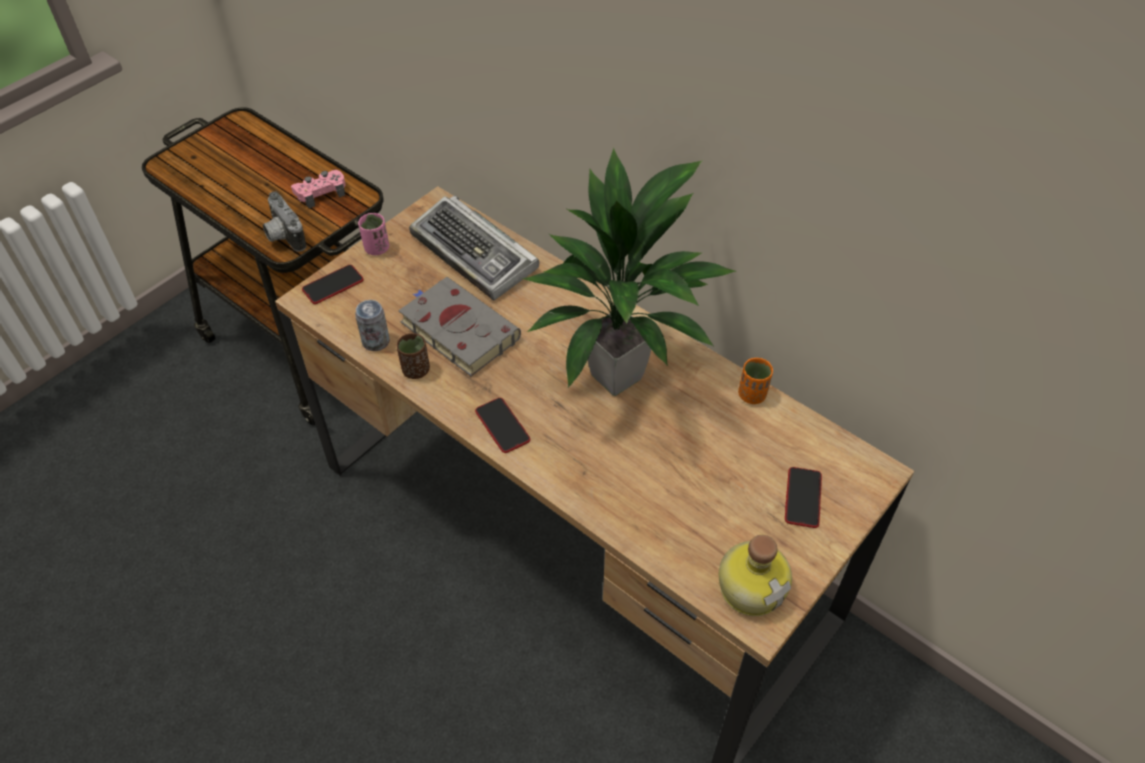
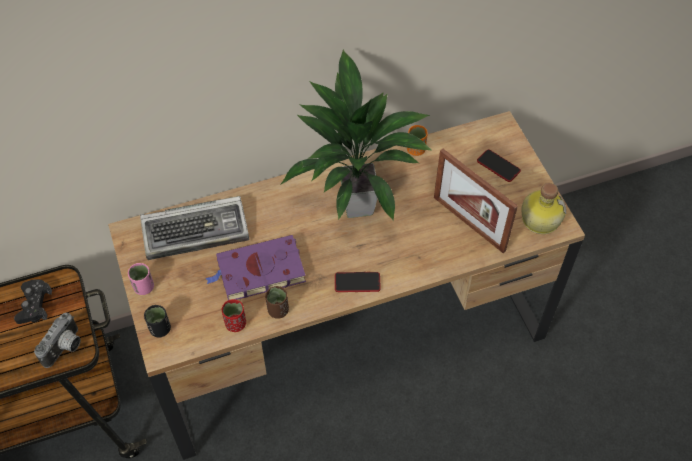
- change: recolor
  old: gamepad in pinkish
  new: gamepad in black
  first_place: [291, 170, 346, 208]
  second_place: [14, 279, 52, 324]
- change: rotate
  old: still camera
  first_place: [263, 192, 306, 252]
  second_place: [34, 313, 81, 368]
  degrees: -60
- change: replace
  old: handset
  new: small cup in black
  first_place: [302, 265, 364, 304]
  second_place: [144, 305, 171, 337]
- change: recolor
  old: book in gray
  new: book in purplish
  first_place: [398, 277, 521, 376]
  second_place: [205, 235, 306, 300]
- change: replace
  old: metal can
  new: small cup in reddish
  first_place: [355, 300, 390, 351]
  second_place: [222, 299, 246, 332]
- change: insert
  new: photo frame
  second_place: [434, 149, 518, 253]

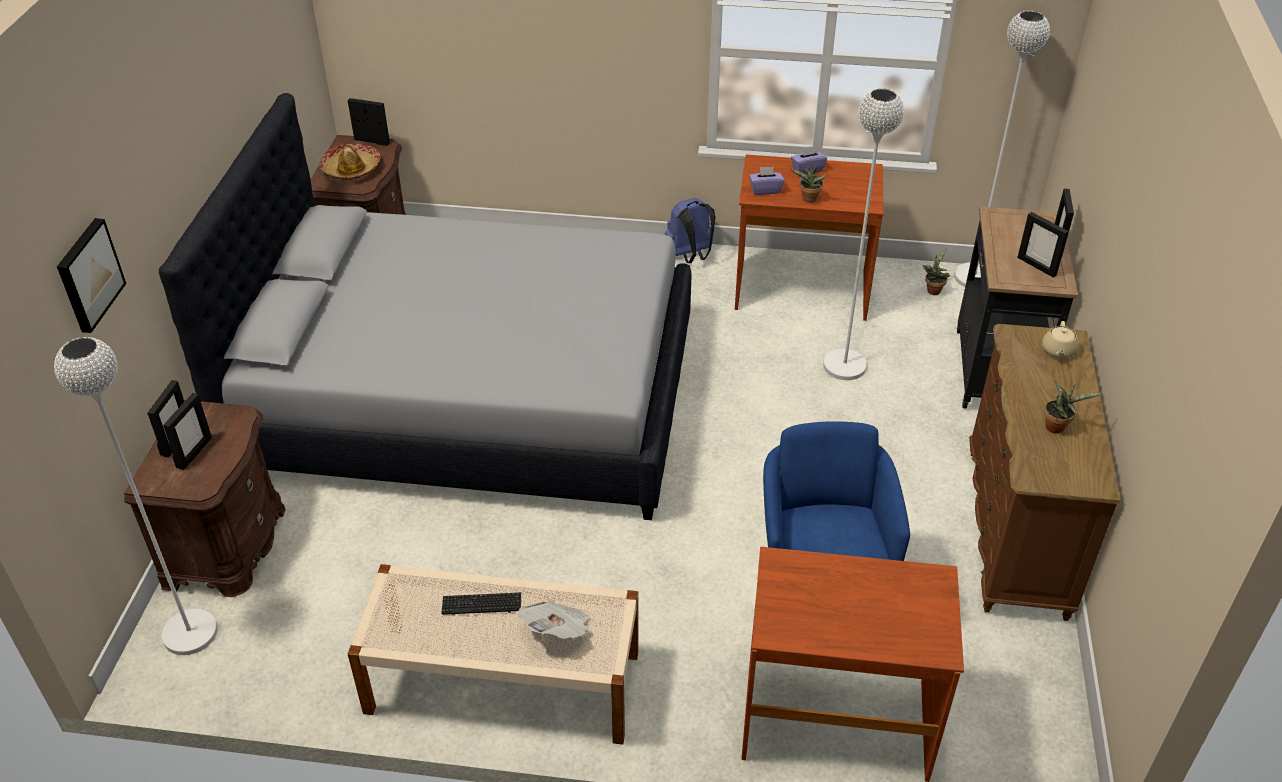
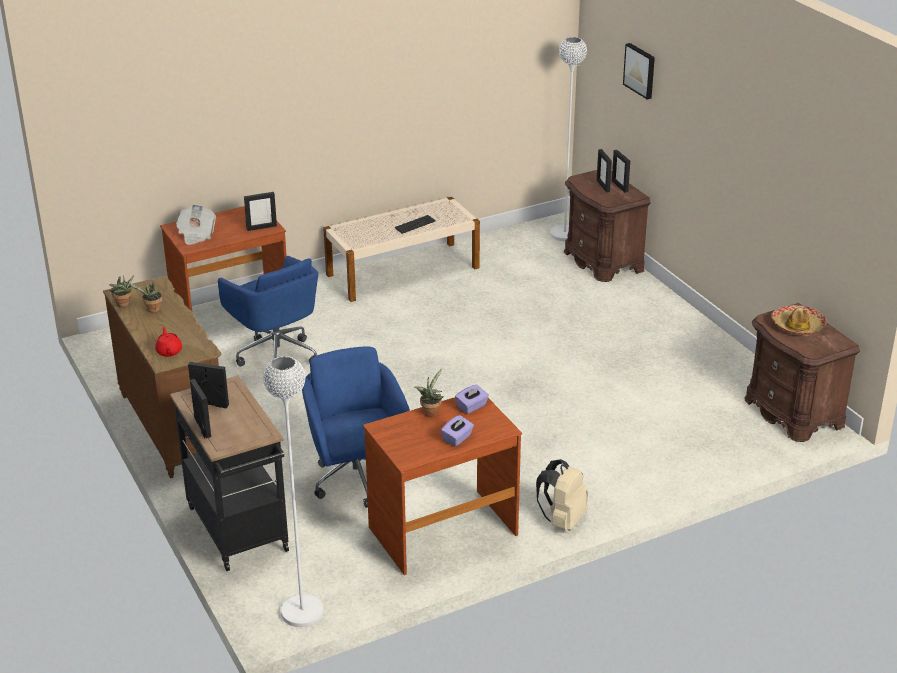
- change: replace
  old: floor lamp in whitish
  new: computer chair in blue-coloured
  first_place: [823, 88, 904, 380]
  second_place: [302, 346, 410, 508]
- change: delete
  old: bed in gray
  first_place: [159, 93, 692, 520]
- change: move
  old: photo frame
  first_place: [348, 98, 390, 146]
  second_place: [244, 192, 277, 231]
- change: recolor
  old: backpack in blue-coloured
  new: backpack in beige
  first_place: [664, 198, 715, 263]
  second_place: [536, 459, 588, 531]
- change: move
  old: potted plant
  first_place: [923, 247, 950, 295]
  second_place: [109, 275, 134, 308]
- change: recolor
  old: pot for tea in beige
  new: pot for tea in reddish
  first_place: [1042, 321, 1079, 358]
  second_place: [155, 327, 182, 357]
- change: move
  old: printed paper
  first_place: [518, 600, 590, 639]
  second_place: [176, 204, 216, 245]

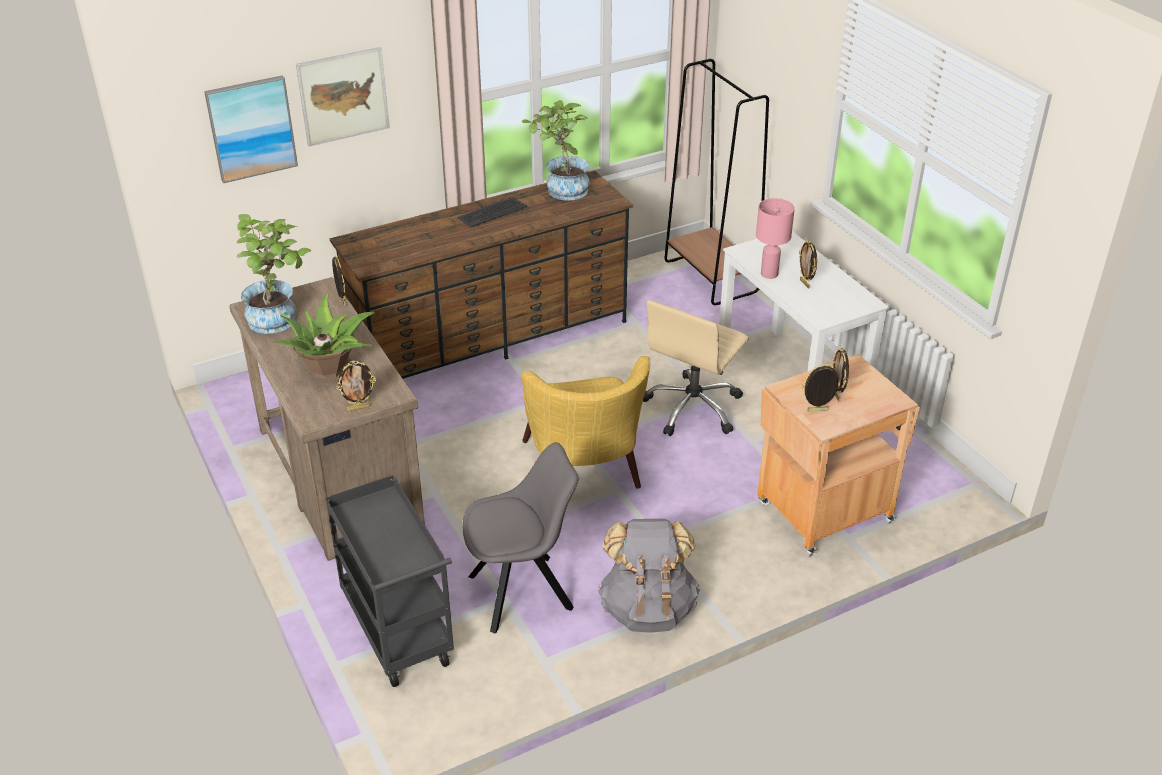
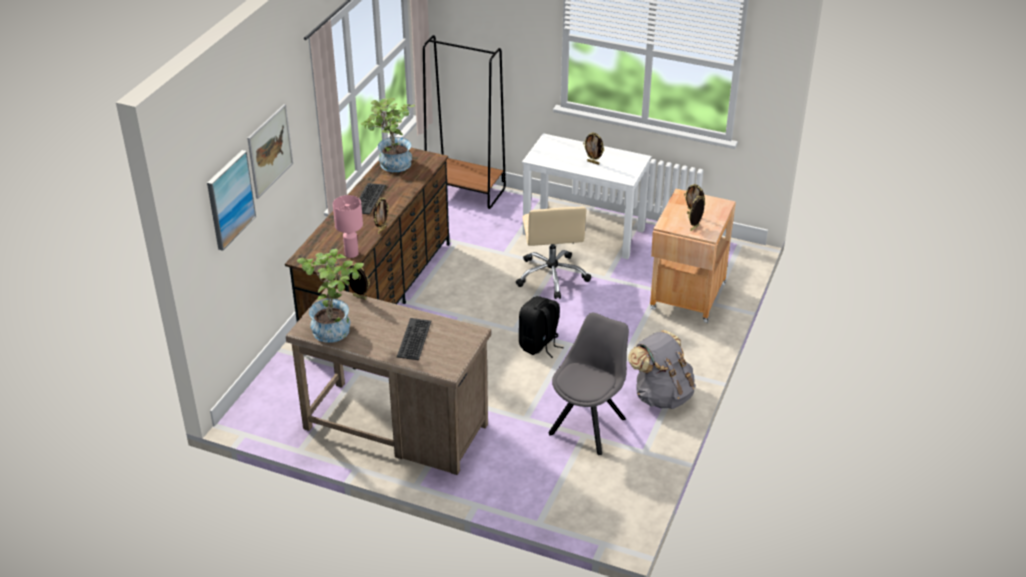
- change: move
  old: lamp for a table in pinkish
  first_place: [756, 198, 795, 279]
  second_place: [333, 195, 363, 258]
- change: replace
  old: potted plant
  new: keyboard
  first_place: [273, 294, 375, 379]
  second_place: [397, 318, 431, 360]
- change: replace
  old: lounge chair in yellowish
  new: backpack in black
  first_place: [521, 356, 650, 488]
  second_place: [519, 296, 564, 358]
- change: move
  old: photo frame
  first_place: [336, 361, 376, 411]
  second_place: [374, 198, 389, 234]
- change: delete
  old: cart in gray
  first_place: [326, 475, 454, 687]

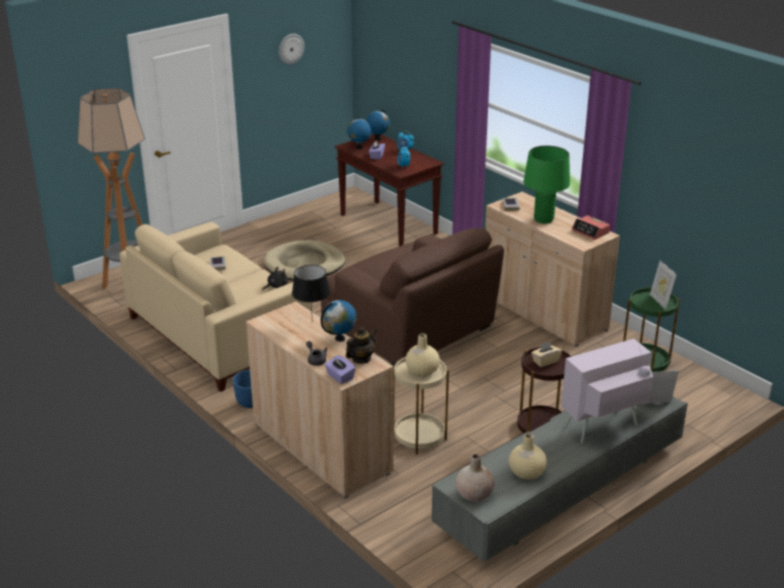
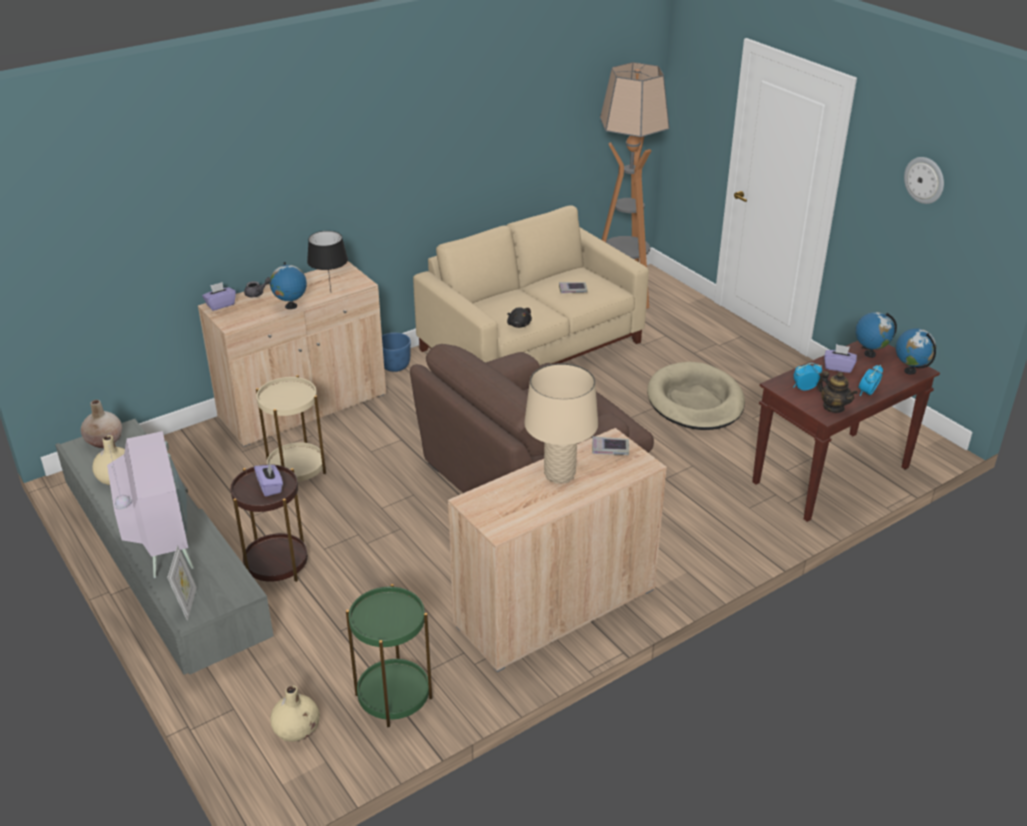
- change: recolor
  old: lamp for a table in greenish
  new: lamp for a table in beige
  first_place: [524, 146, 570, 224]
  second_place: [524, 363, 598, 484]
- change: delete
  old: alarm clock
  first_place: [572, 215, 610, 240]
- change: delete
  old: photo frame
  first_place: [650, 261, 677, 309]
- change: move
  old: pot for tea
  first_place: [346, 327, 377, 364]
  second_place: [817, 371, 858, 413]
- change: move
  old: flower vase in beige
  first_place: [405, 333, 440, 377]
  second_place: [270, 685, 320, 742]
- change: recolor
  old: box of tissues in beige
  new: box of tissues in purplish
  first_place: [531, 342, 562, 367]
  second_place: [254, 461, 283, 497]

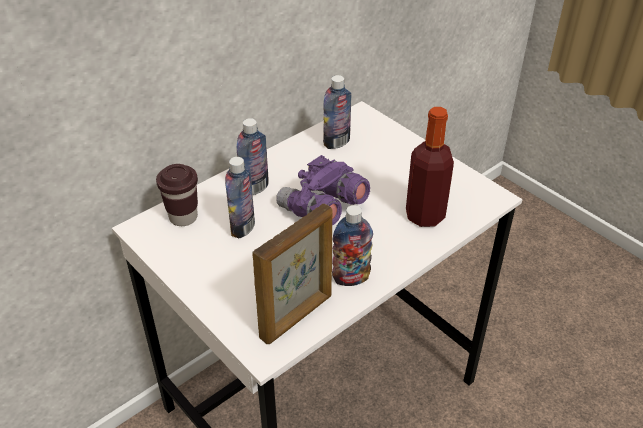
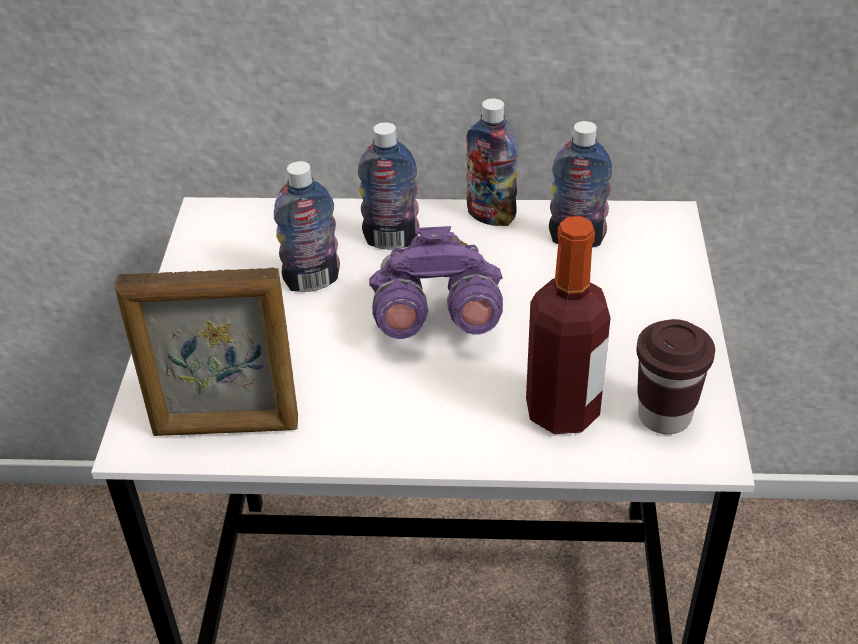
- change: move
  old: small cup in brownish
  first_place: [156, 164, 198, 226]
  second_place: [636, 319, 715, 434]
- change: move
  old: bottle
  first_place: [332, 205, 373, 286]
  second_place: [466, 98, 518, 226]

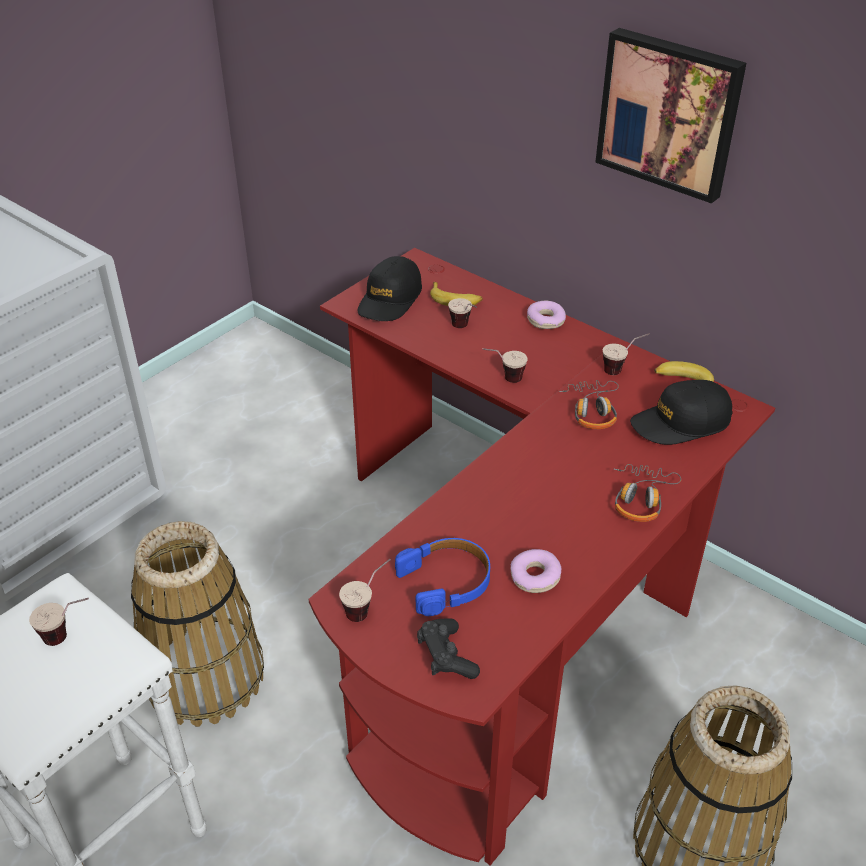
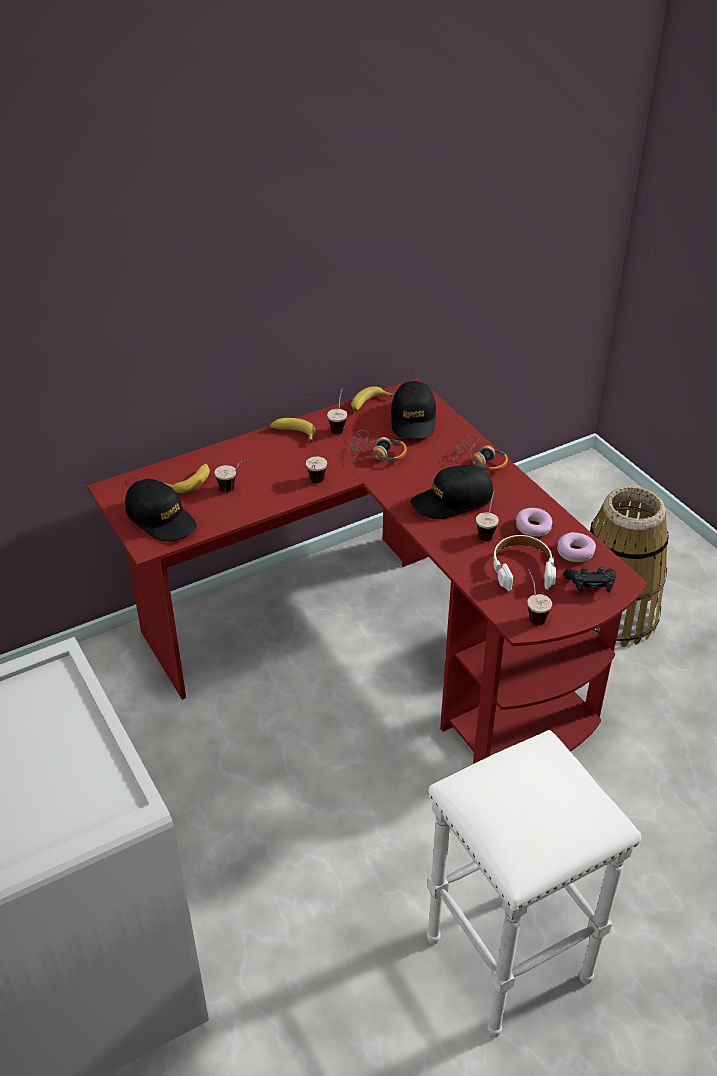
- change: delete
  old: wall picture
  first_place: [595, 28, 746, 204]
- change: move
  old: ring doughnut
  first_place: [527, 300, 566, 329]
  second_place: [557, 532, 596, 562]
- change: delete
  old: basket
  first_place: [131, 521, 264, 727]
- change: recolor
  old: headset in blue-coloured
  new: headset in whitish
  first_place: [395, 538, 490, 616]
  second_place: [493, 535, 556, 591]
- change: move
  old: small cup
  first_place: [29, 598, 89, 646]
  second_place: [476, 489, 499, 541]
- change: insert
  new: banana
  second_place: [270, 418, 316, 443]
- change: insert
  new: cap in black
  second_place: [411, 465, 494, 519]

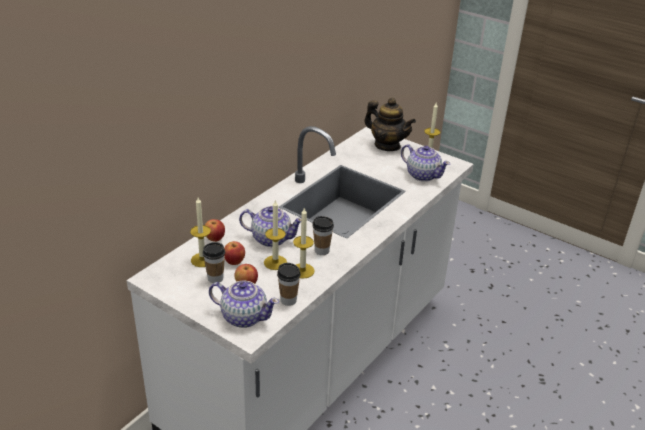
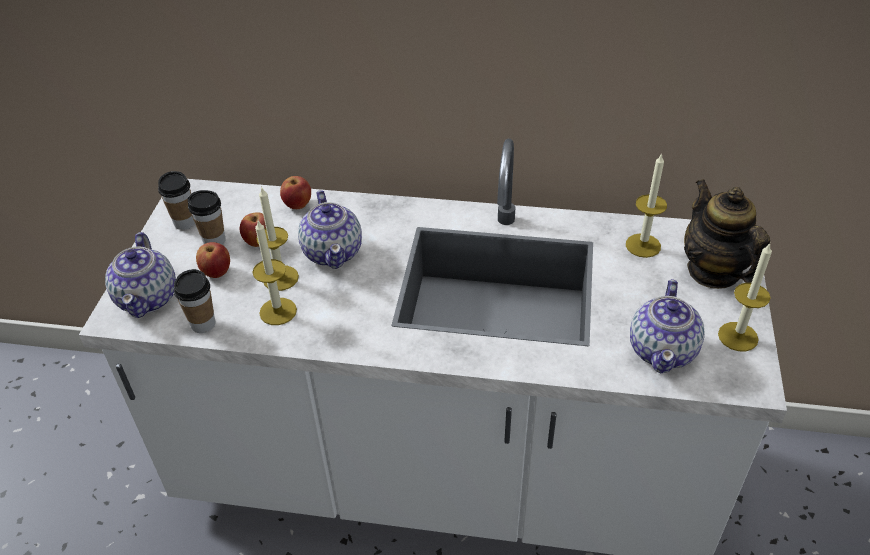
- change: rotate
  old: pot for tea
  first_place: [364, 98, 416, 151]
  second_place: [684, 179, 770, 289]
  degrees: 150
- change: move
  old: wax light
  first_place: [190, 197, 211, 267]
  second_place: [626, 153, 667, 258]
- change: move
  old: small cup
  first_place: [313, 216, 334, 255]
  second_place: [158, 171, 195, 230]

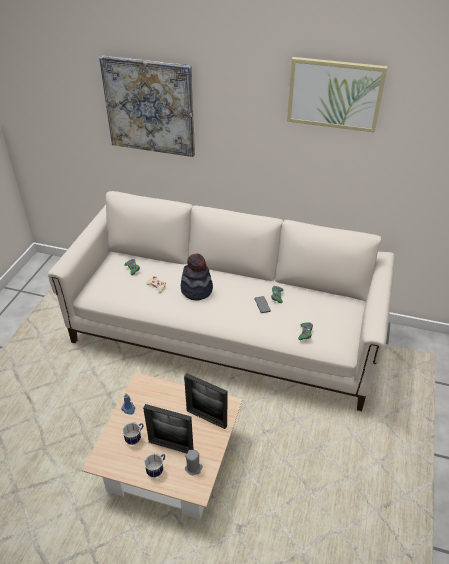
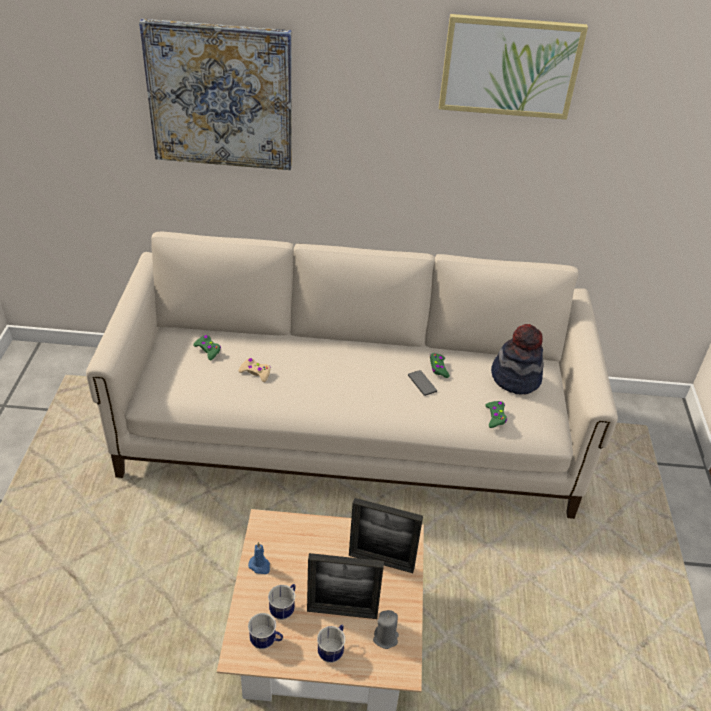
- change: move
  old: hat
  first_place: [181, 253, 213, 301]
  second_place: [491, 324, 544, 394]
- change: insert
  new: tea mug
  second_place: [248, 613, 283, 649]

